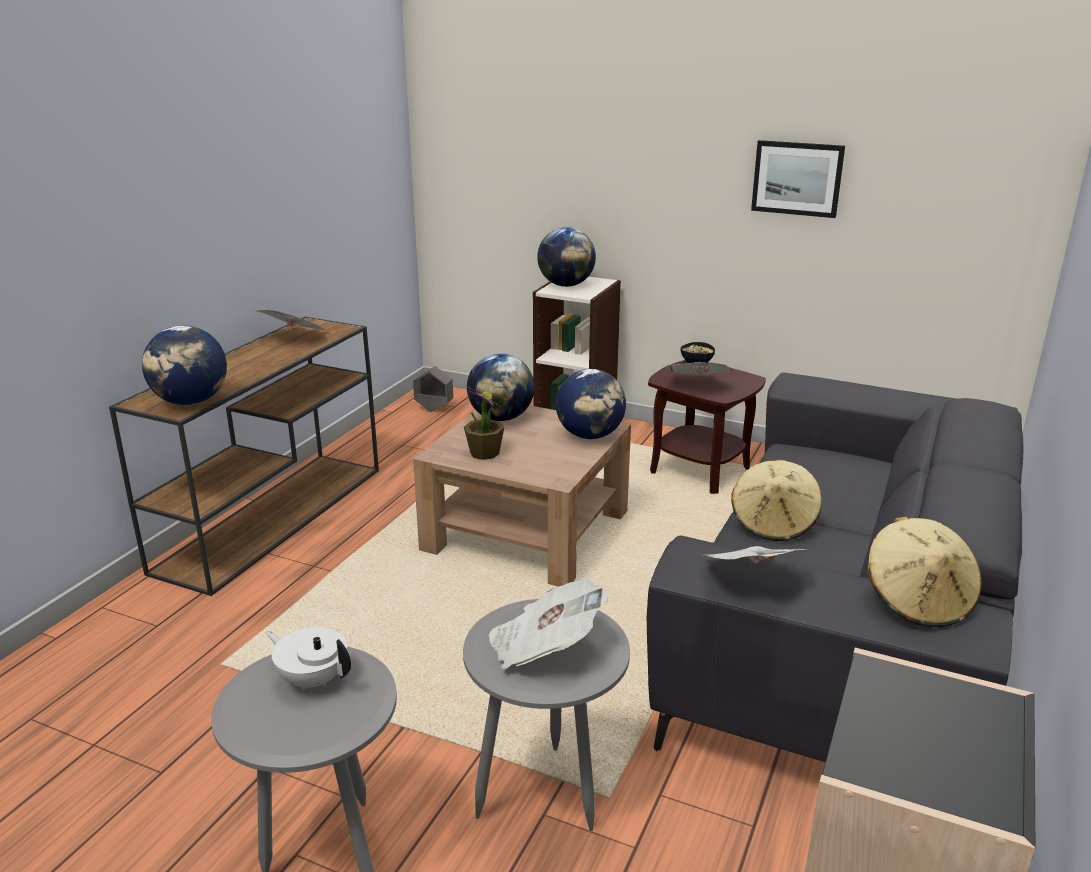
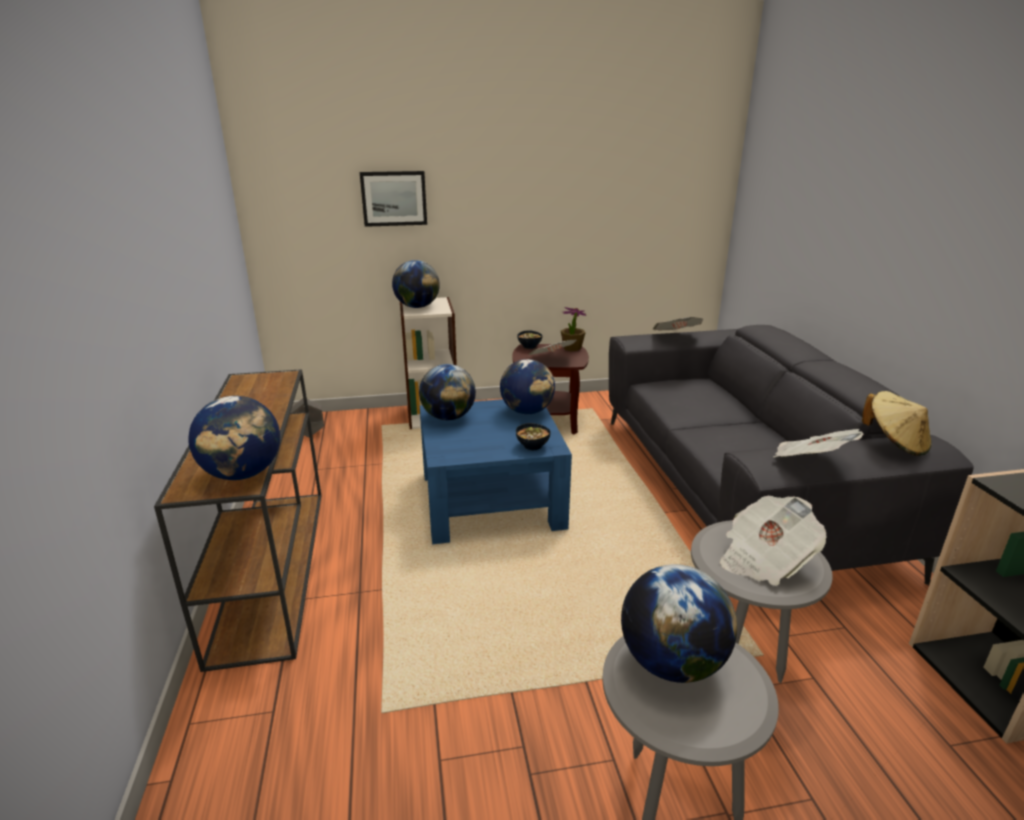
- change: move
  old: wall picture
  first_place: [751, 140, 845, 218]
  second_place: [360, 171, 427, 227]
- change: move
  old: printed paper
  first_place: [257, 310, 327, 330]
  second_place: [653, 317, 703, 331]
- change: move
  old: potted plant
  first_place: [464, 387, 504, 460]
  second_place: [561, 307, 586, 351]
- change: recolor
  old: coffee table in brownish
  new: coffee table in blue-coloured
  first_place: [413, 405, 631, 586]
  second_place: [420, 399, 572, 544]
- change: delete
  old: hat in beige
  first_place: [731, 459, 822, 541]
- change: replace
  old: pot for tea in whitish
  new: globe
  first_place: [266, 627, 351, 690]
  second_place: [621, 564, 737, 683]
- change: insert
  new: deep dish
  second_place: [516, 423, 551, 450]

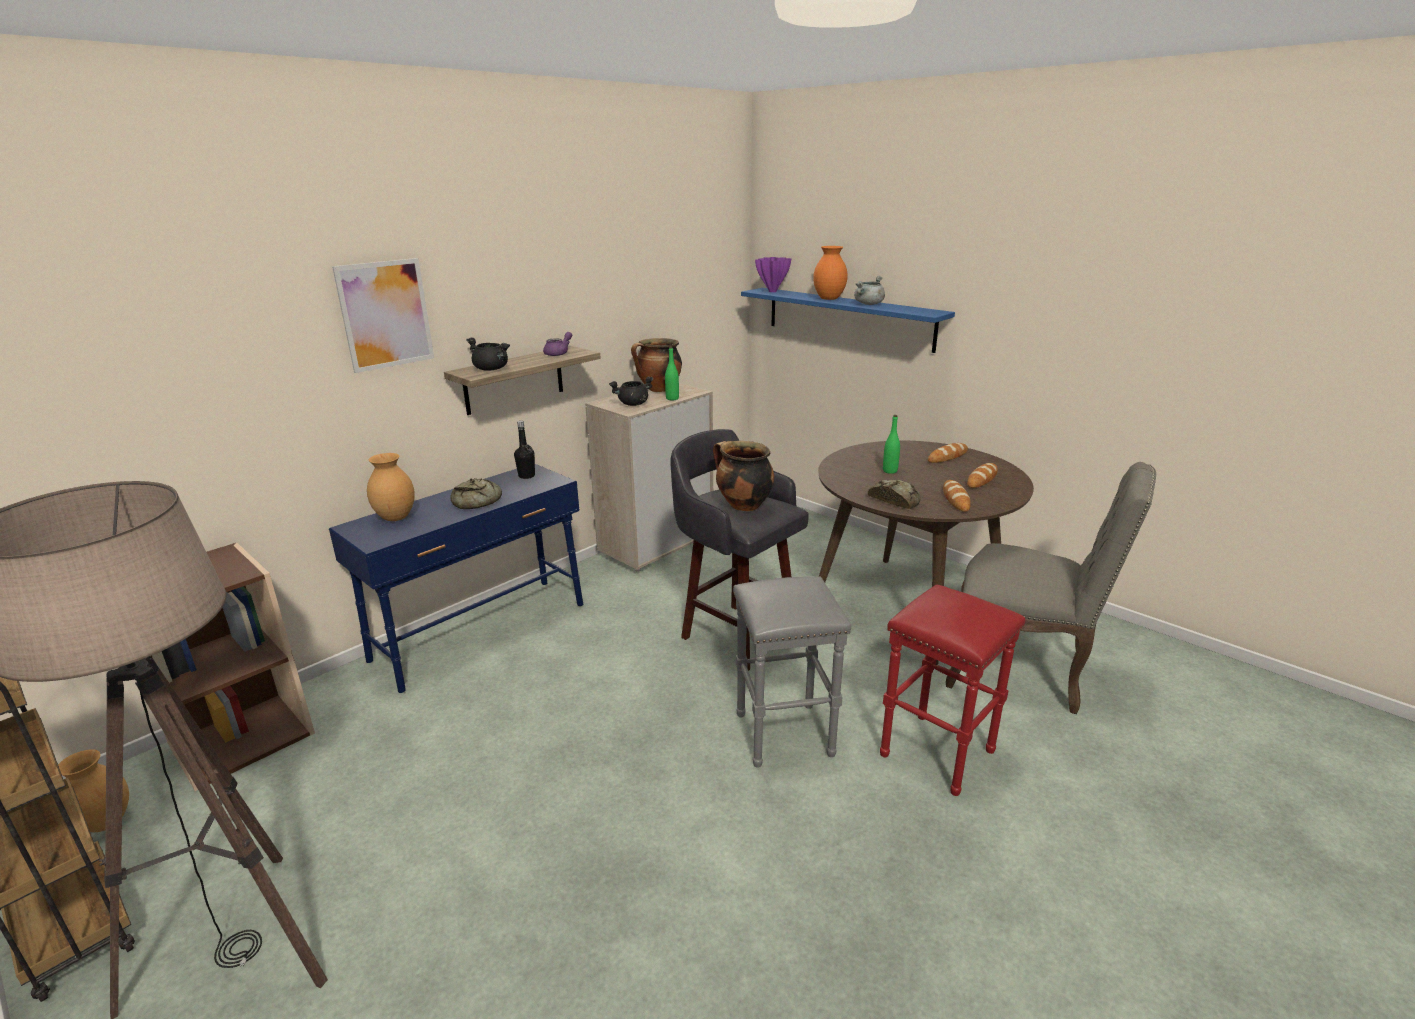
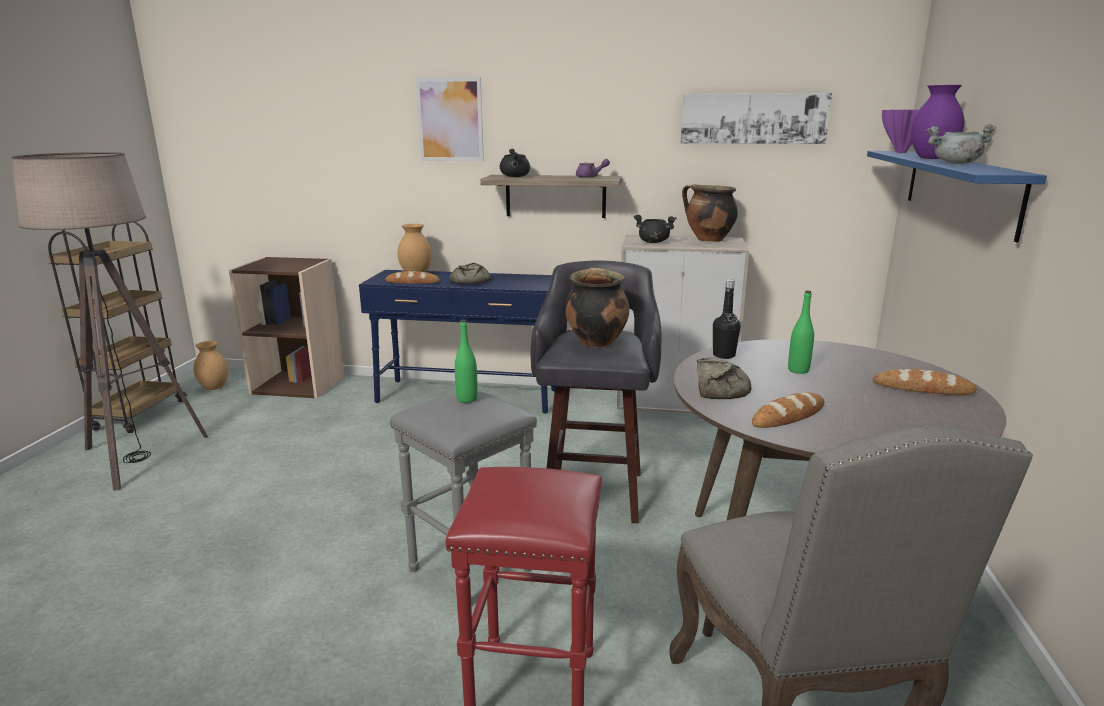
- change: recolor
  old: flower vase in orange-coloured
  new: flower vase in purplish
  first_place: [813, 246, 848, 300]
  second_place: [911, 85, 964, 159]
- change: move
  old: bottle in greenish
  first_place: [665, 347, 679, 400]
  second_place: [455, 319, 478, 403]
- change: move
  old: bottle in black
  first_place: [514, 421, 535, 479]
  second_place: [713, 279, 741, 359]
- change: move
  old: bakery bread
  first_place: [967, 463, 998, 488]
  second_place: [385, 271, 440, 284]
- change: insert
  new: wall picture
  second_place: [681, 93, 832, 144]

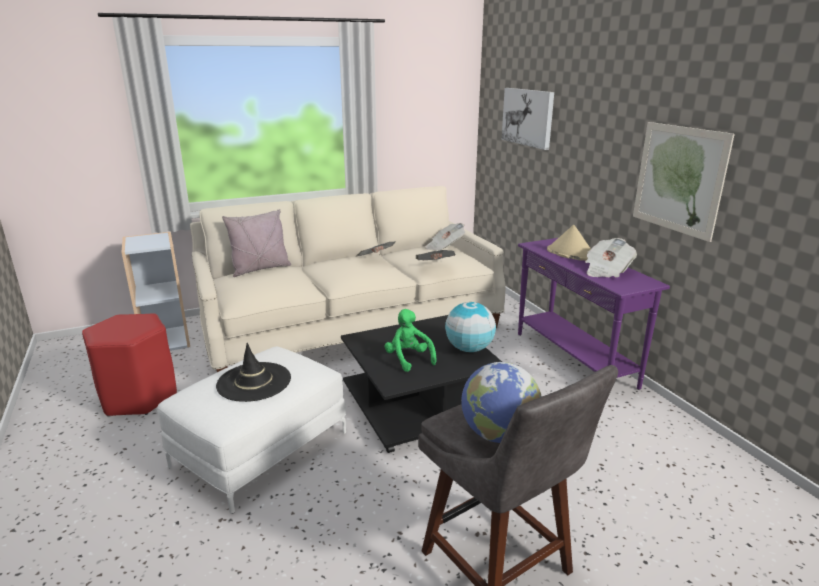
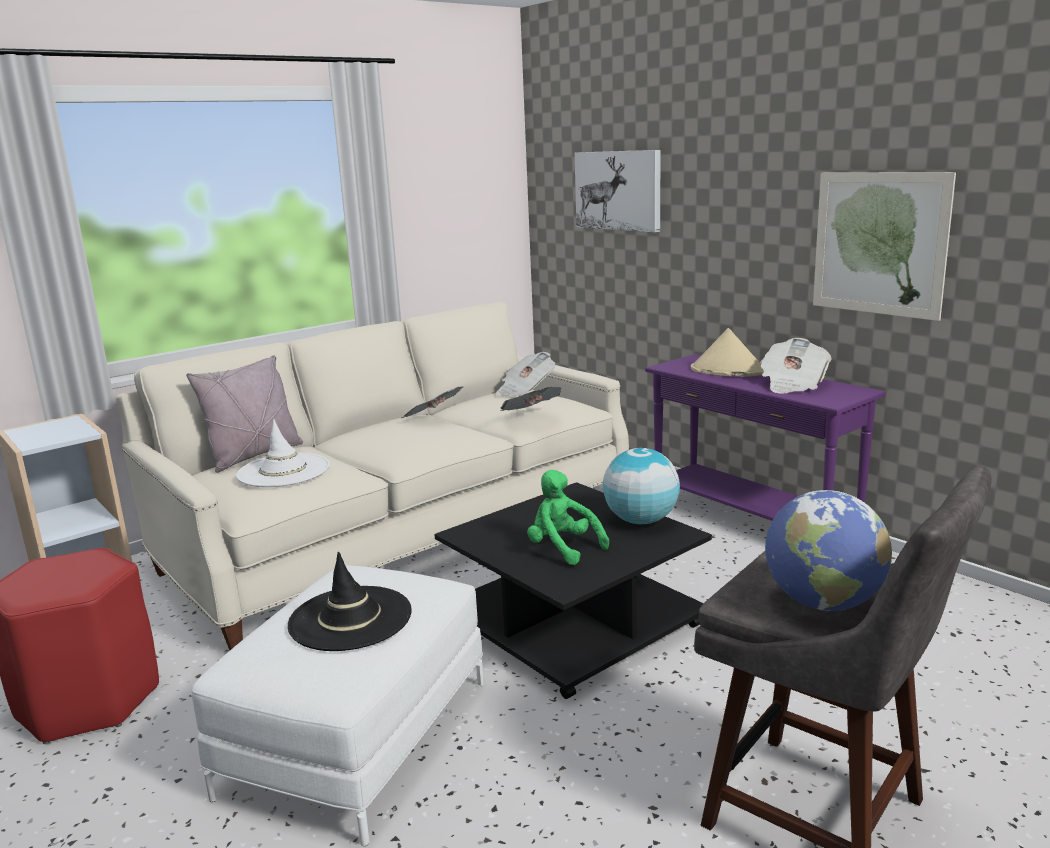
- change: insert
  new: hat in whitish
  second_place: [236, 419, 330, 487]

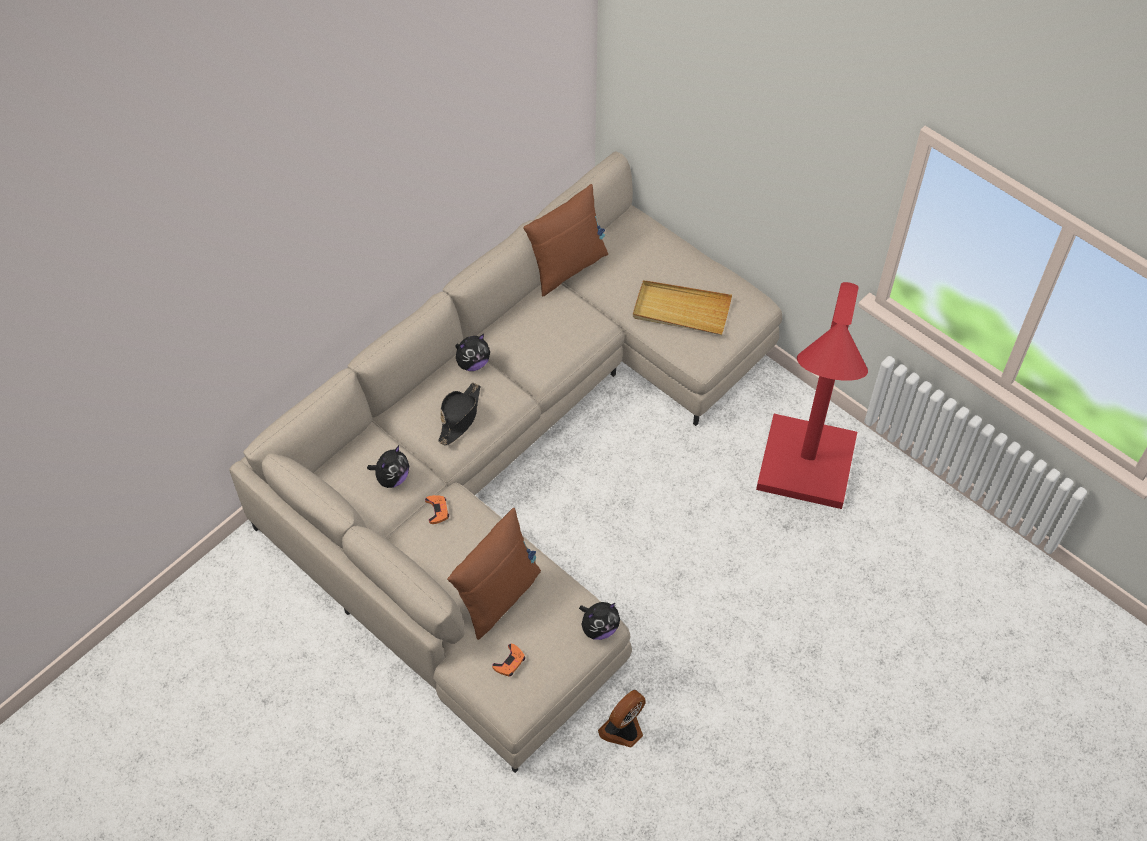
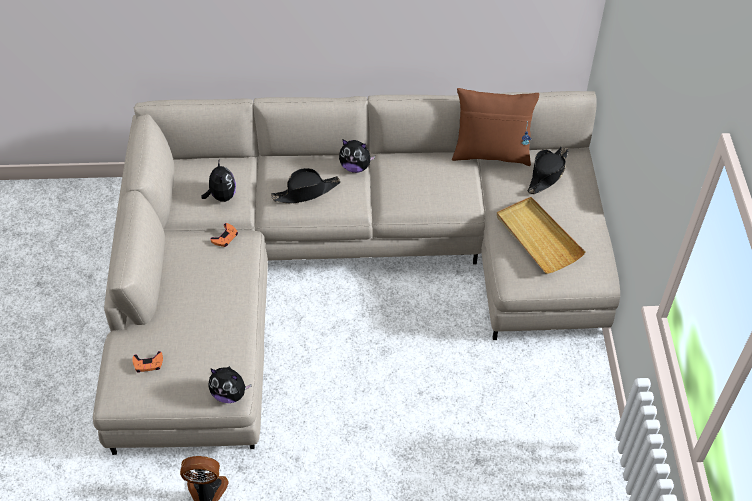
- change: delete
  old: floor lamp in reddish
  first_place: [756, 282, 868, 509]
- change: rotate
  old: plush toy
  first_place: [367, 445, 409, 488]
  second_place: [201, 161, 236, 202]
  degrees: -90
- change: delete
  old: cushion in brownish
  first_place: [447, 508, 541, 640]
- change: insert
  new: hat in black
  second_place: [528, 147, 569, 194]

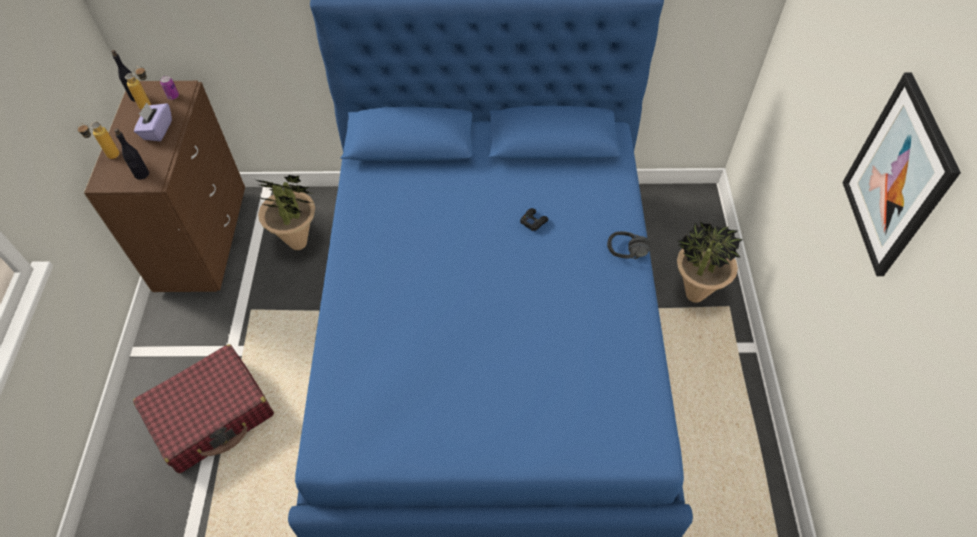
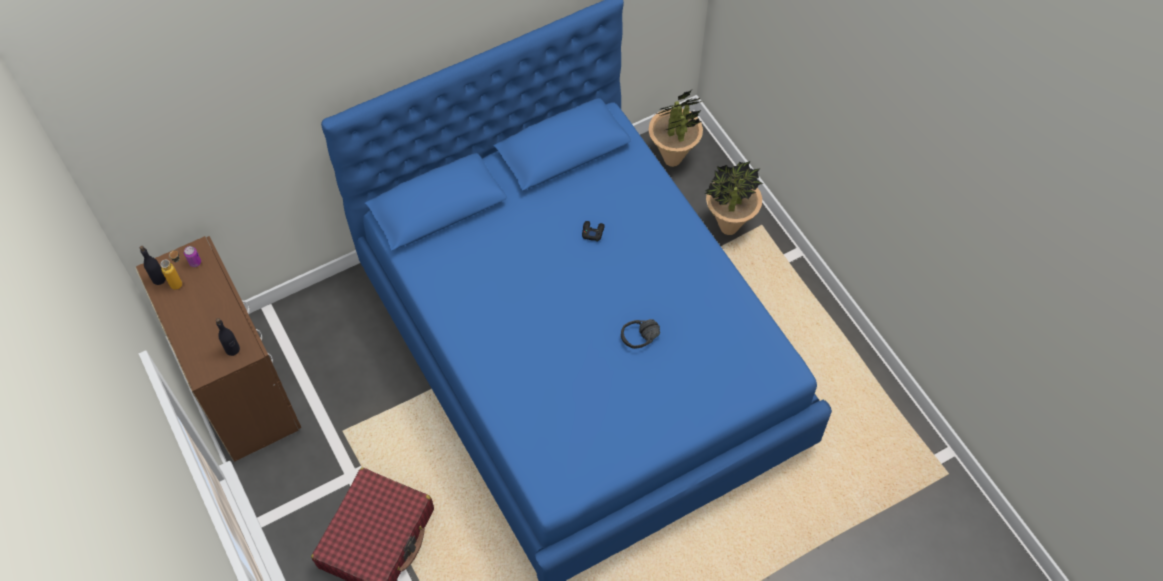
- change: delete
  old: wall picture
  first_place: [842, 72, 961, 276]
- change: delete
  old: box of tissues in purplish
  first_place: [134, 102, 172, 141]
- change: delete
  old: bottle
  first_place: [77, 121, 120, 159]
- change: move
  old: potted plant
  first_place: [254, 175, 315, 250]
  second_place: [648, 89, 703, 167]
- change: move
  old: headset in black
  first_place: [607, 231, 651, 259]
  second_place: [621, 319, 660, 349]

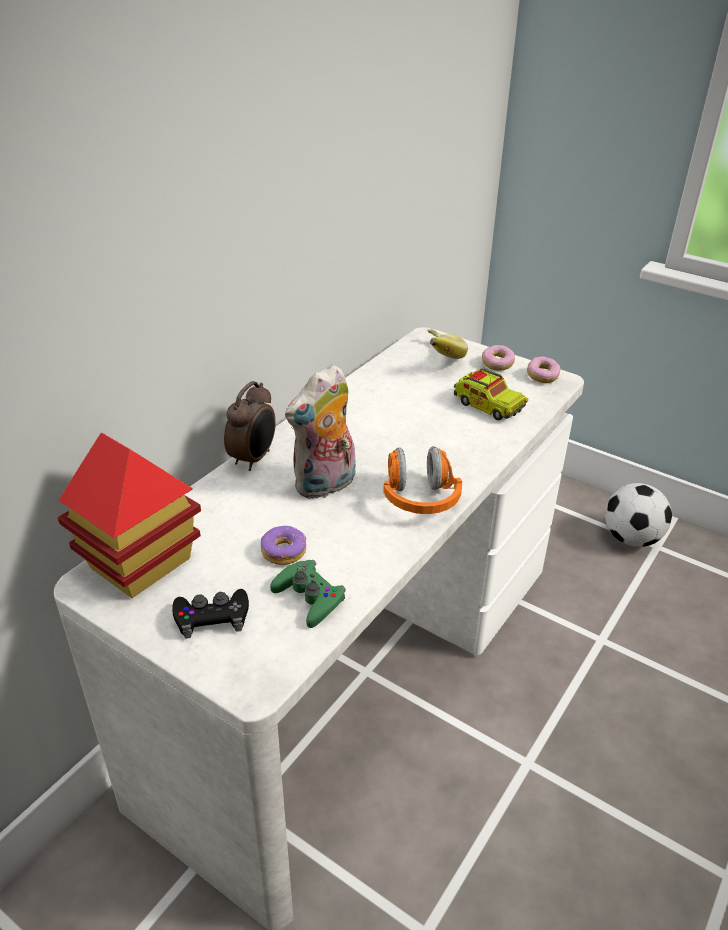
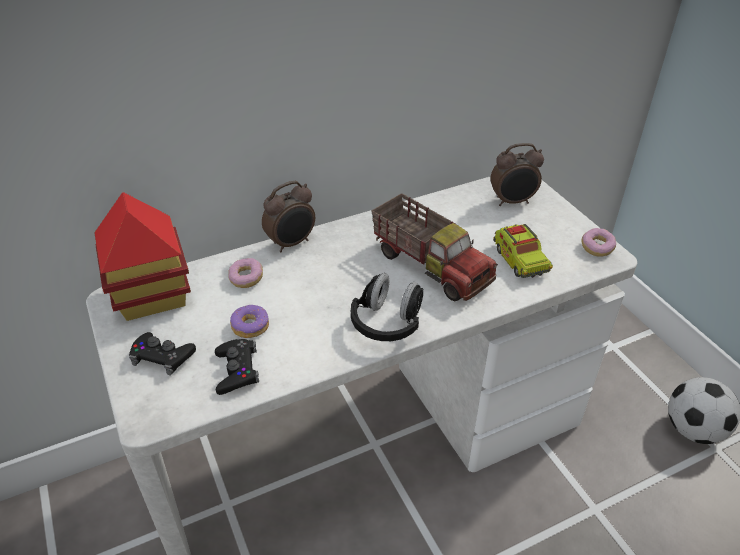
- change: replace
  old: banana
  new: alarm clock
  first_place: [427, 328, 468, 359]
  second_place: [490, 143, 544, 206]
- change: move
  old: ring doughnut
  first_place: [482, 345, 515, 371]
  second_place: [228, 258, 263, 288]
- change: delete
  old: plush toy
  first_place: [285, 364, 356, 500]
- change: recolor
  old: headset in orange-coloured
  new: headset in black
  first_place: [383, 446, 462, 514]
  second_place: [351, 273, 423, 341]
- change: recolor
  old: gamepad in greenish
  new: gamepad in black
  first_place: [270, 560, 346, 628]
  second_place: [215, 339, 259, 395]
- change: insert
  new: toy lorry
  second_place: [371, 193, 498, 301]

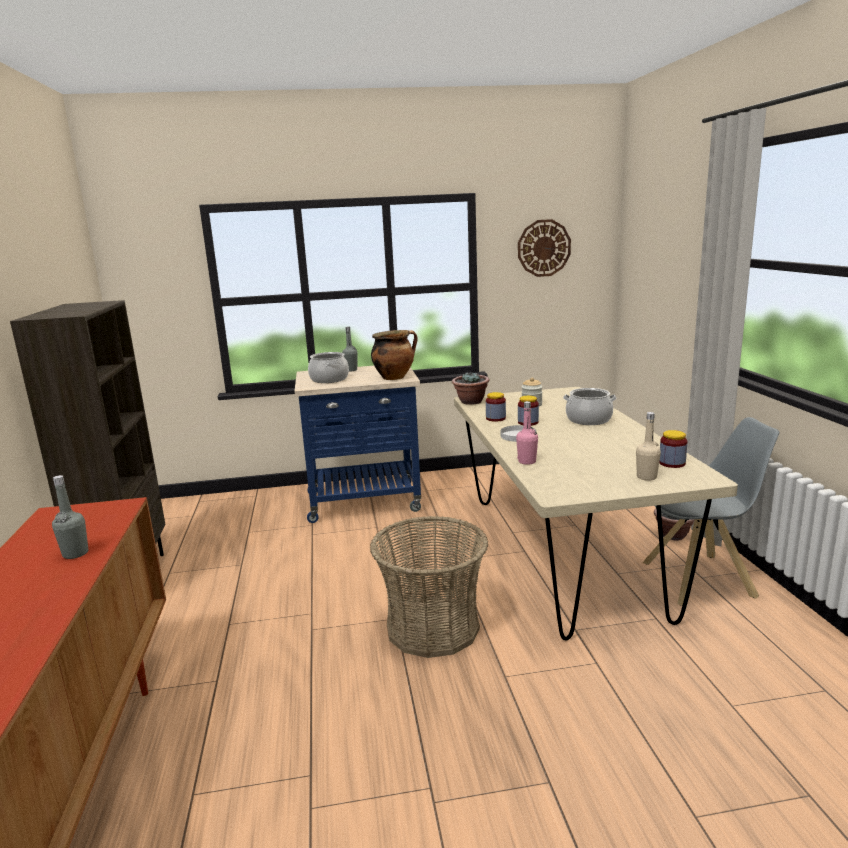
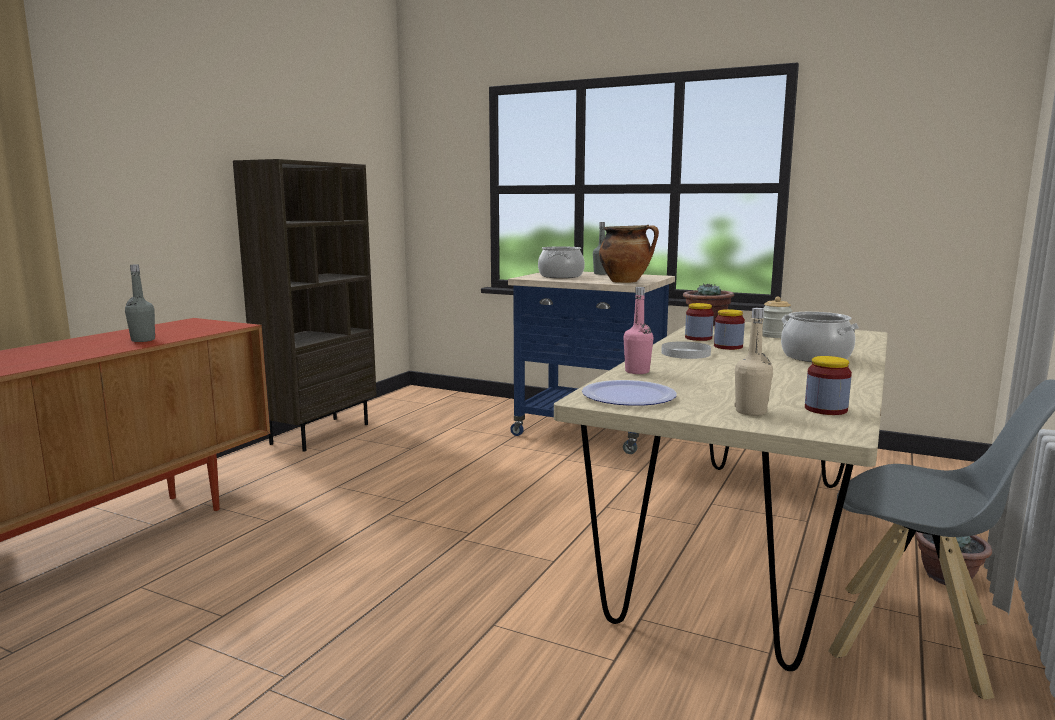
- change: delete
  old: clock on the wall
  first_place: [518, 219, 571, 277]
- change: delete
  old: basket
  first_place: [370, 516, 488, 658]
- change: insert
  new: flat dish
  second_place: [582, 380, 677, 406]

